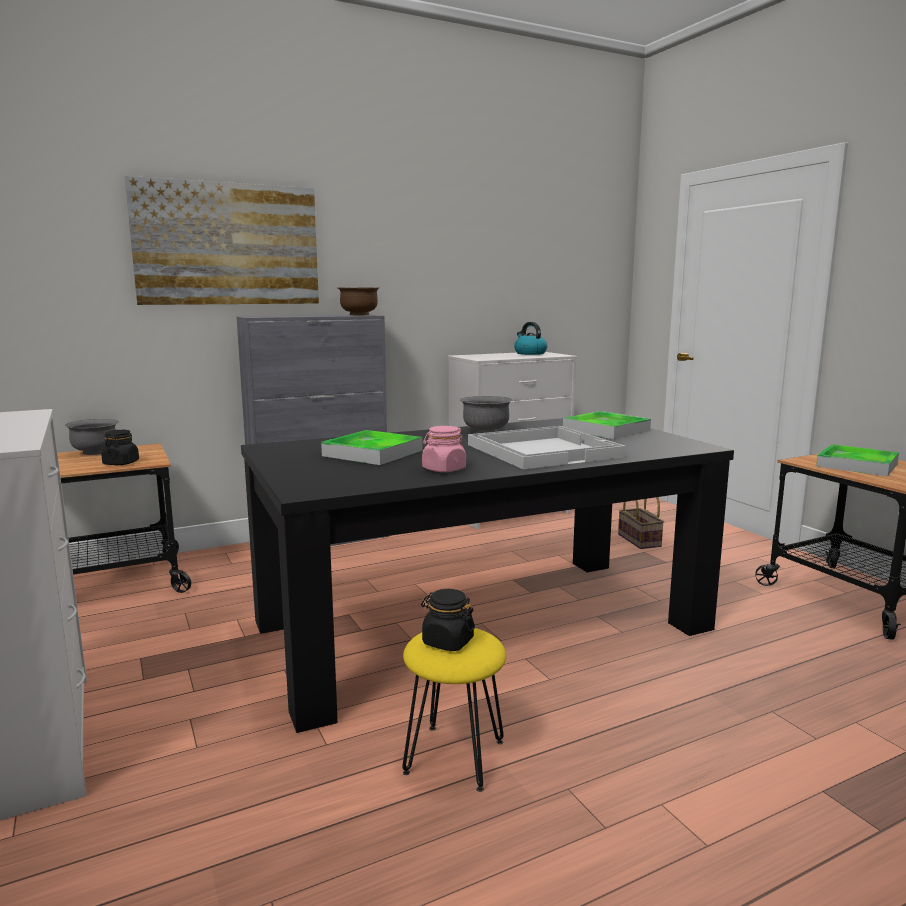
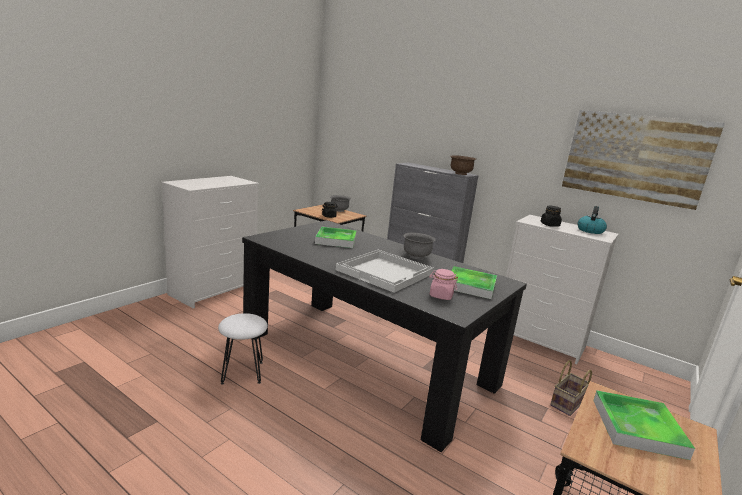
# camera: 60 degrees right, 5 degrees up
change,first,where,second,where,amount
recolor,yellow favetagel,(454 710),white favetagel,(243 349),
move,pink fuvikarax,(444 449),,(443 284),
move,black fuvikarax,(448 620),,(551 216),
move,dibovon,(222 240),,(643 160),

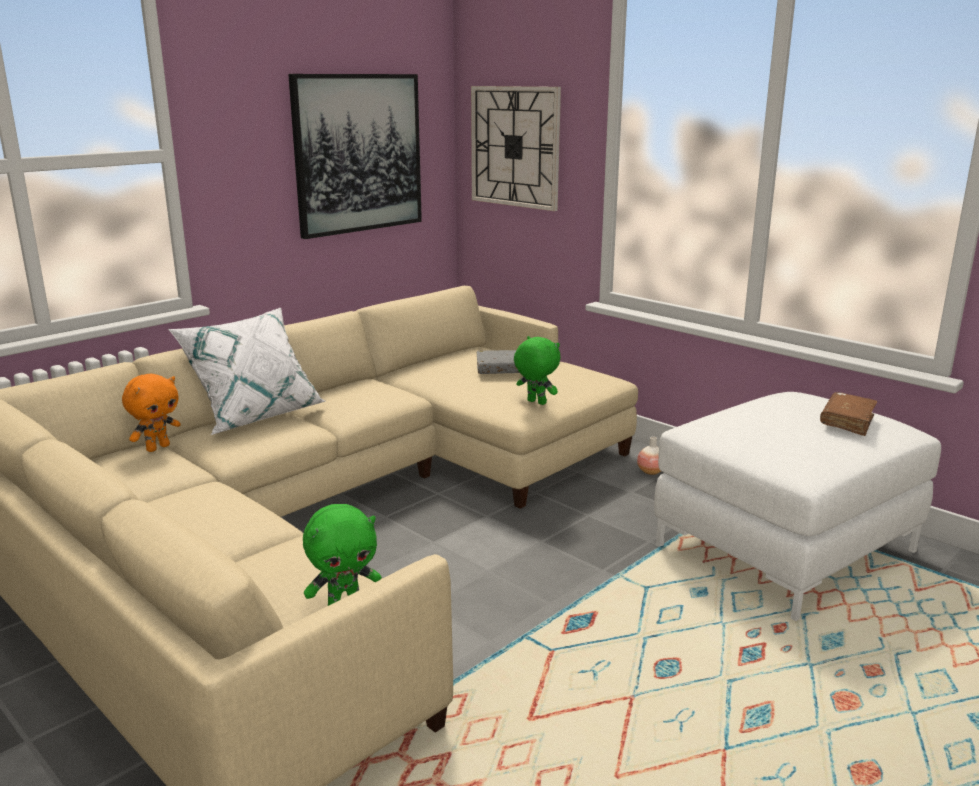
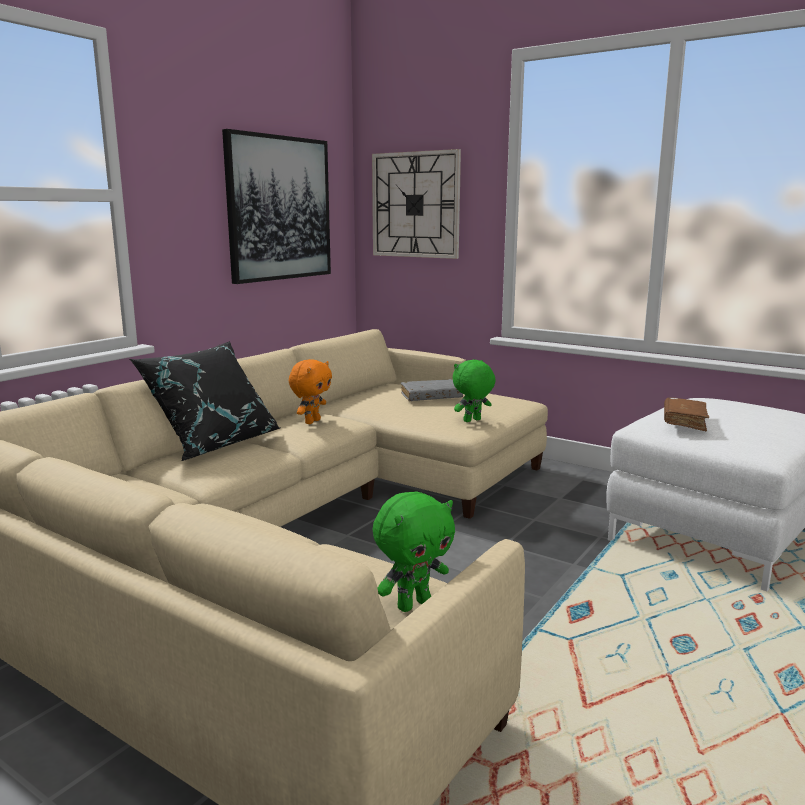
# camera: 10 degrees left, 5 degrees down
change,first,where,second,where,amount
recolor,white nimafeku,(246 371),black nimafeku,(204 401),
move,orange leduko,(151 413),,(310 391),
rotate,green leduko,(537 370),,(474 391),60 degrees counterclockwise
move,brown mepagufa,(848 414),,(686 414),
delete,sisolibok,(649 456),,,

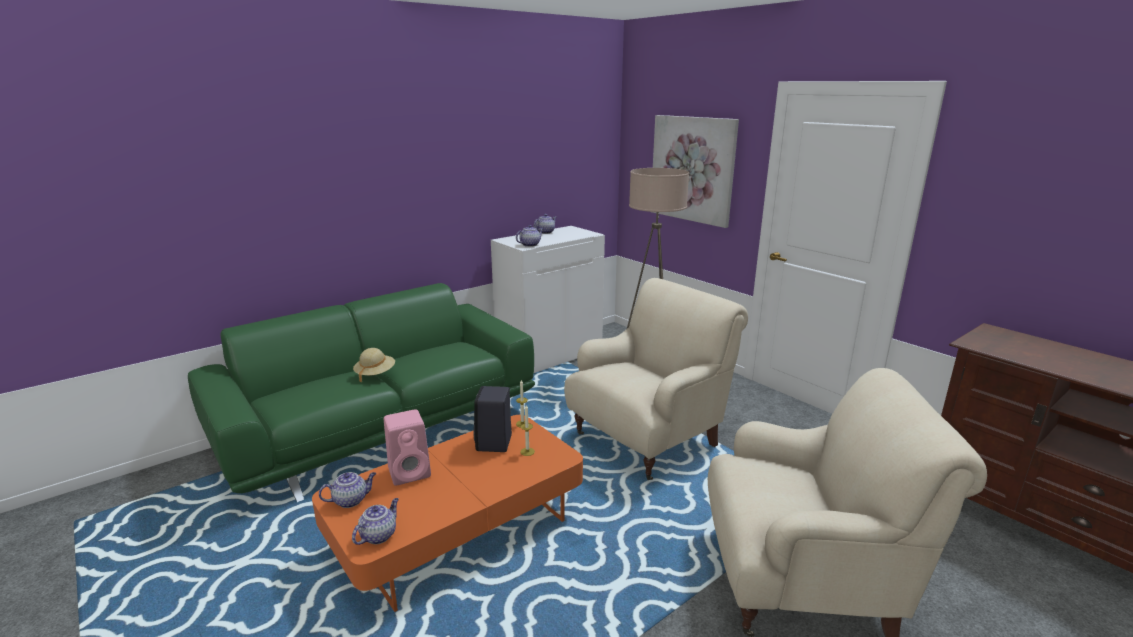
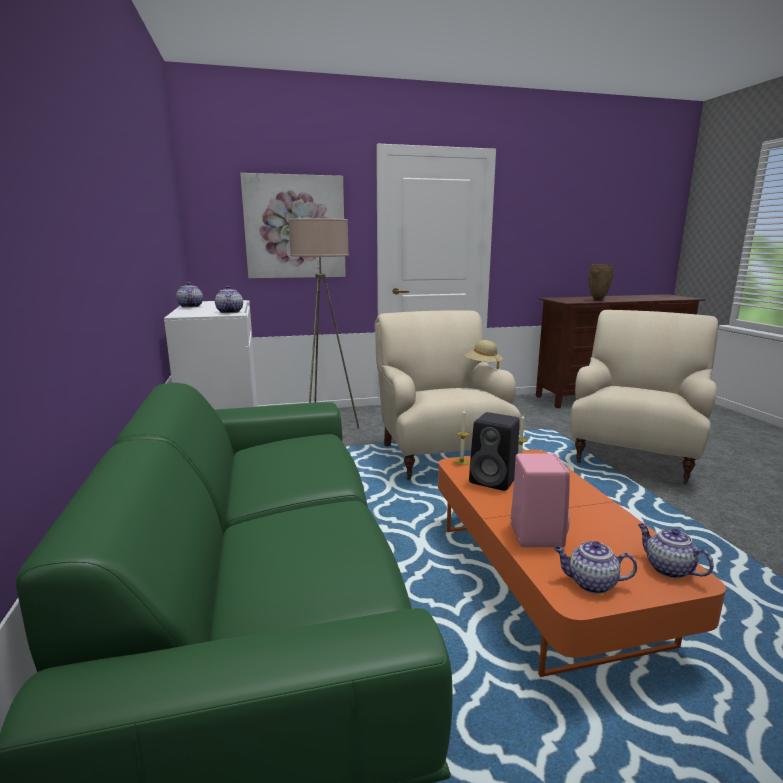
# camera: 65 degrees left, 5 degrees down
change,first,where,second,where,amount
move,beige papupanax,(374 365),,(484 354),
rotate,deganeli,(347 490),,(595 567),75 degrees counterclockwise
insert,,,brown sisolibok,(601 282),

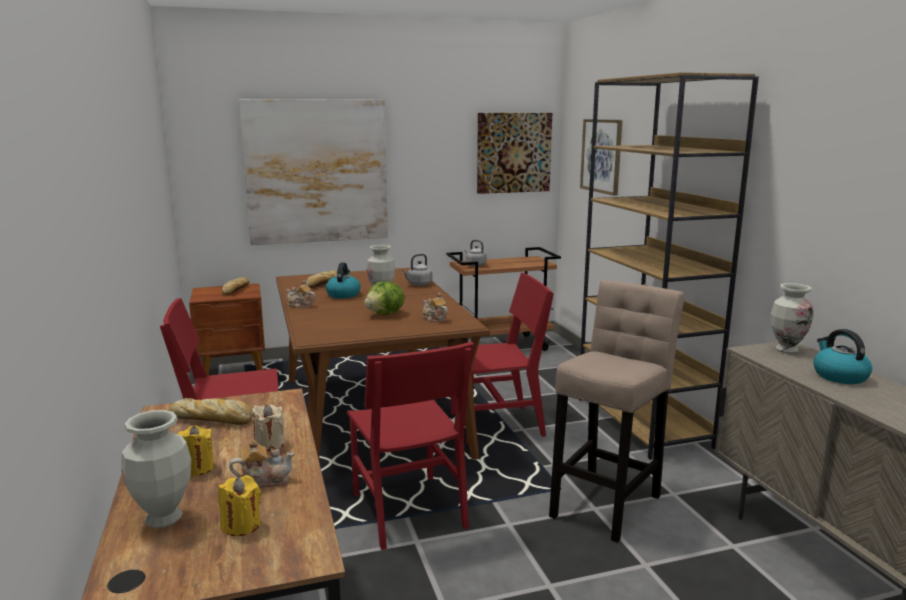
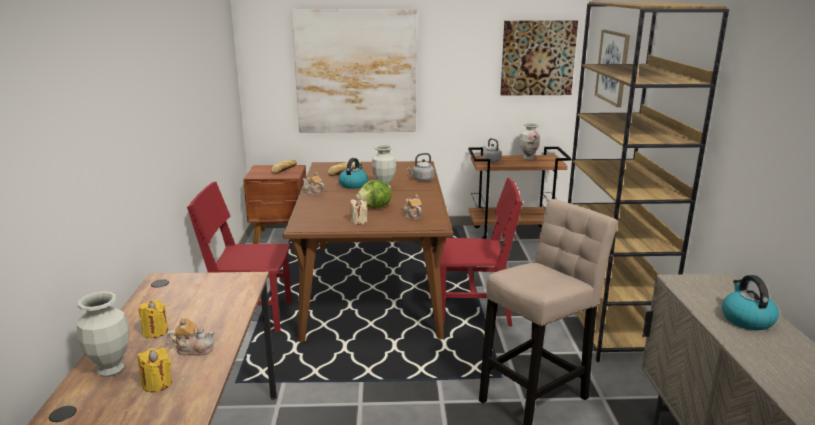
# camera: 15 degrees right, 5 degrees up
change,first,where,second,where,amount
move,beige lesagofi,(268 427),,(358 212),
move,sisolibok,(792 318),,(530 141),
delete,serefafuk,(211 411),,,
delete,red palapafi,(410 445),,,

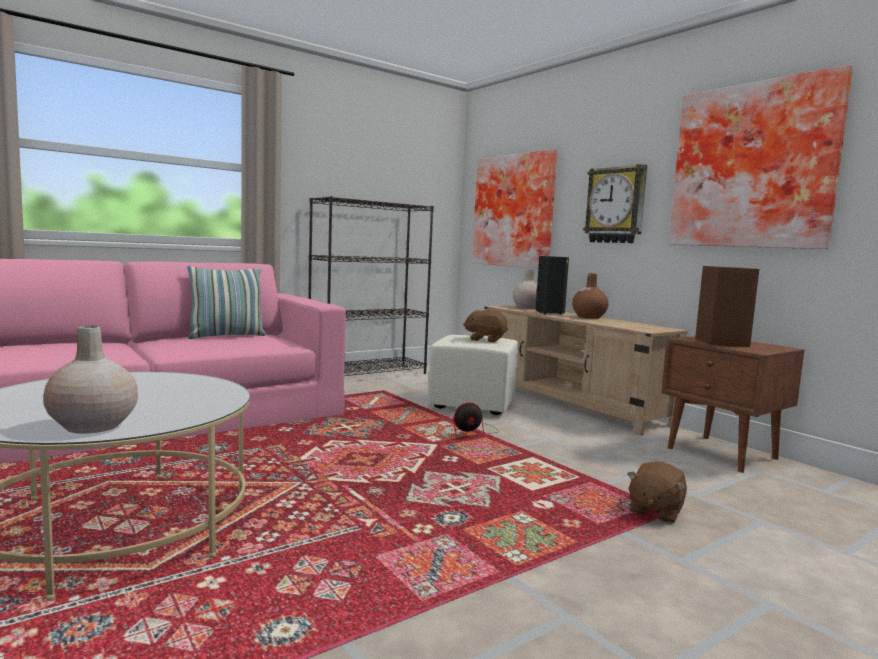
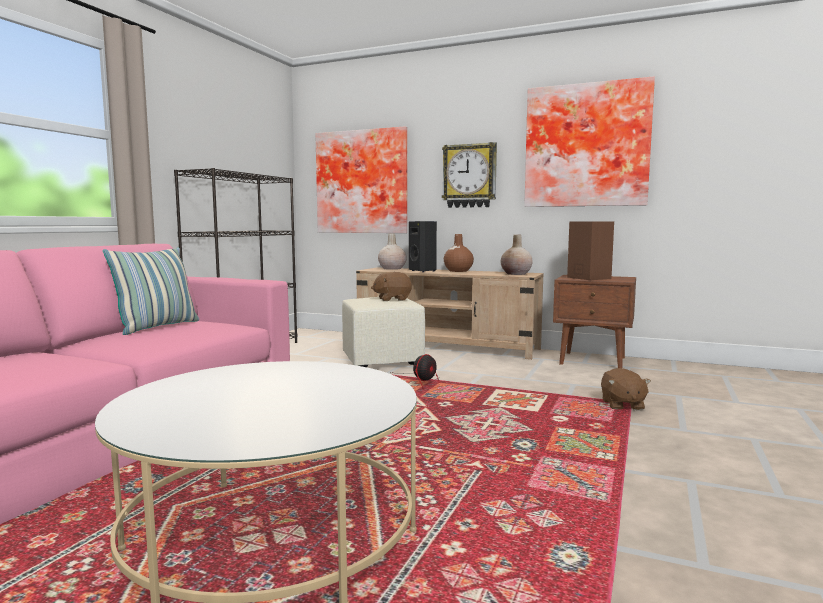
# camera: 30 degrees left, 0 degrees up
change,first,where,second,where,amount
move,beige sisolibok,(90 380),,(517 255),

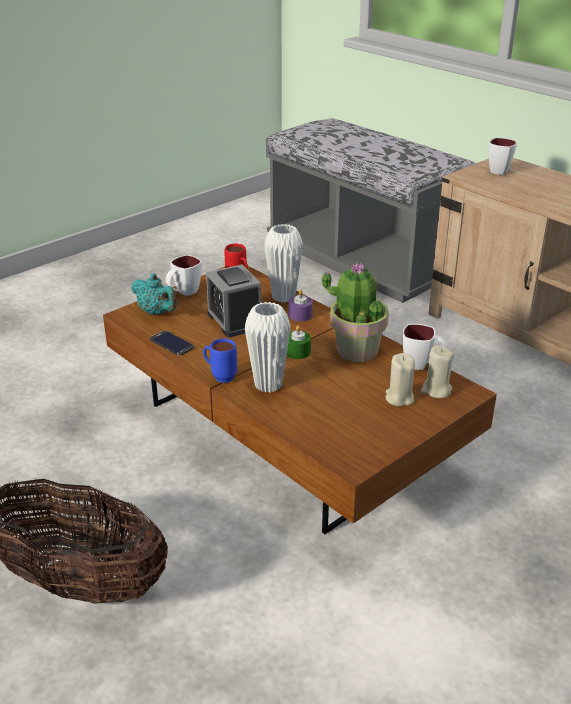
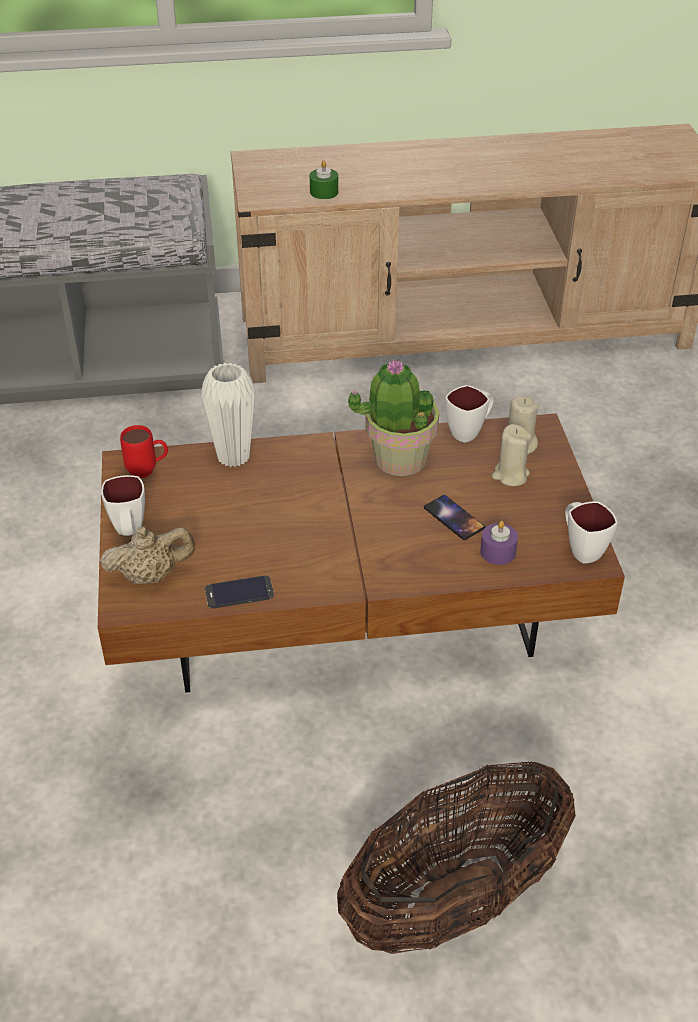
# camera: 55 degrees left, 10 degrees up
change,first,where,second,where,amount
recolor,turquoise deganeli,(154 294),beige deganeli,(147 555),
move,green lesagofi,(299 342),,(324 179),
insert,,,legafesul,(454 517),
move,purple lesagofi,(300 306),,(499 543),
move,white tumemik,(503 156),,(591 532),
delete,blue tumemik,(220 361),,,
delete,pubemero,(233 300),,,
delete,white sisolibok,(267 347),,,

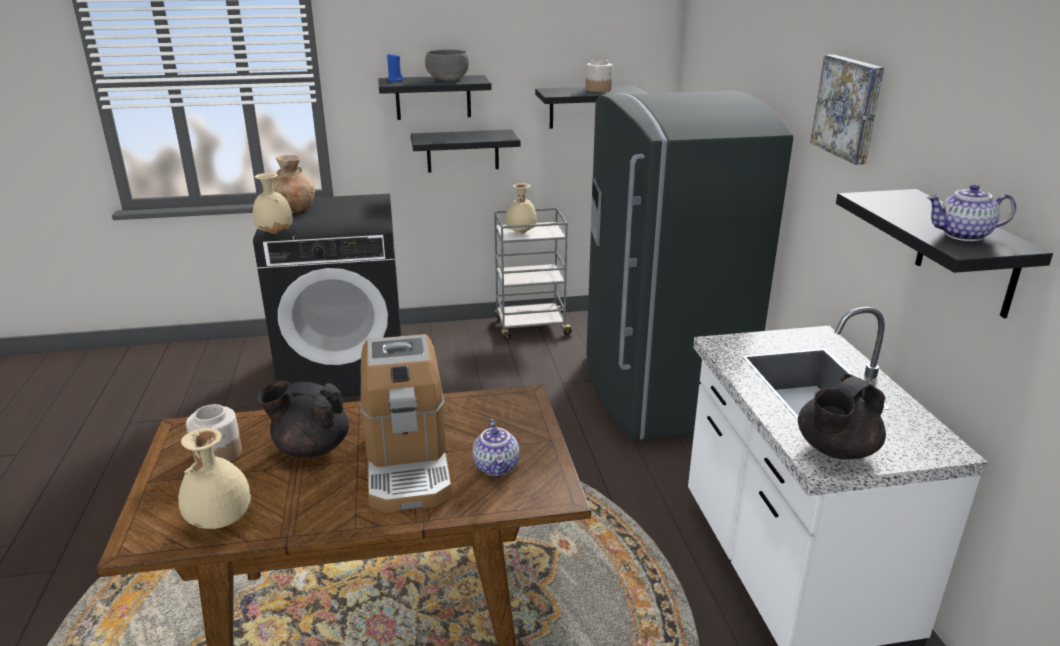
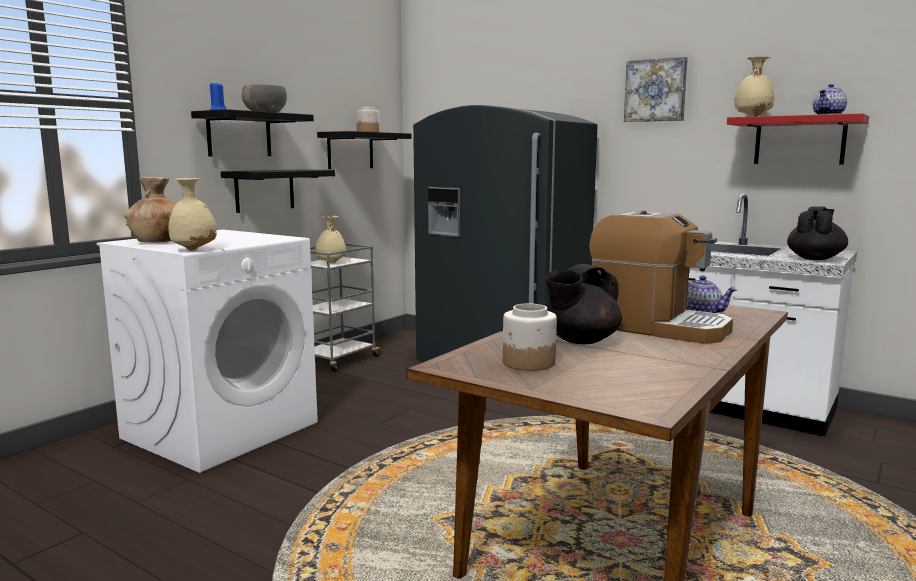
# camera: 45 degrees left, 15 degrees down
change,first,where,second,where,amount
recolor,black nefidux,(327 295),white nefidux,(207 351),
recolor,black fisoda,(944 253),red fisoda,(798 139),
move,beige sisolibok,(214 478),,(754 86),
rotate,black deganeli,(842 417),,(817 233),150 degrees counterclockwise

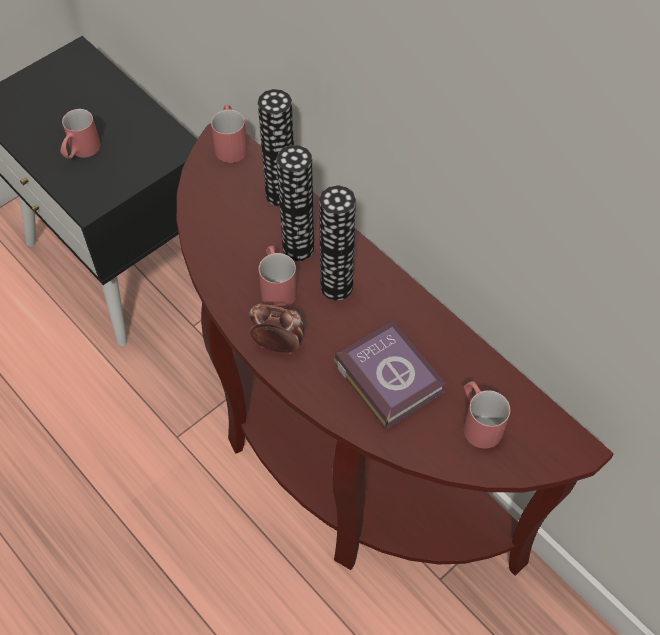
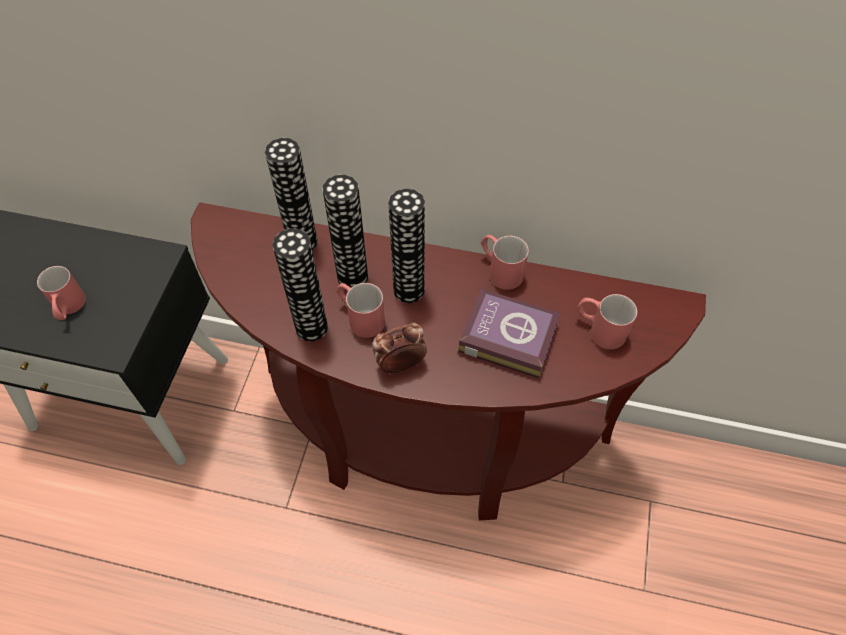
# camera: 35 degrees left, 0 degrees up
change,first,where,second,where,amount
insert,,,sisolibok,(300 284),
move,red tumemik,(229 134),,(505 262),

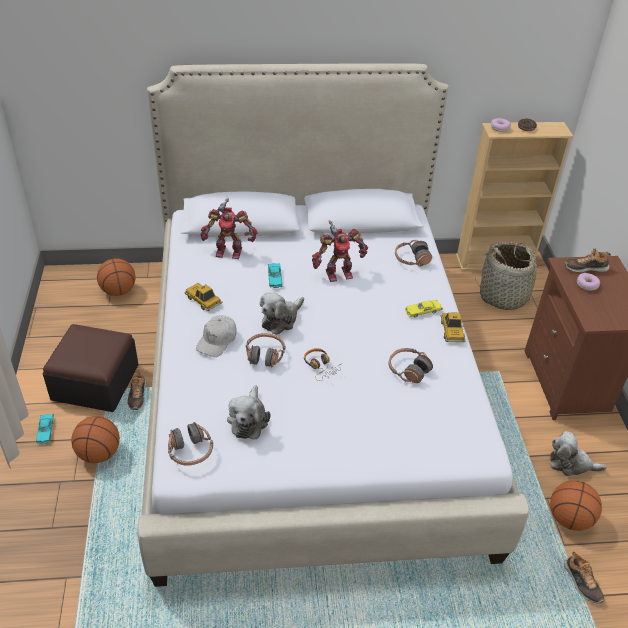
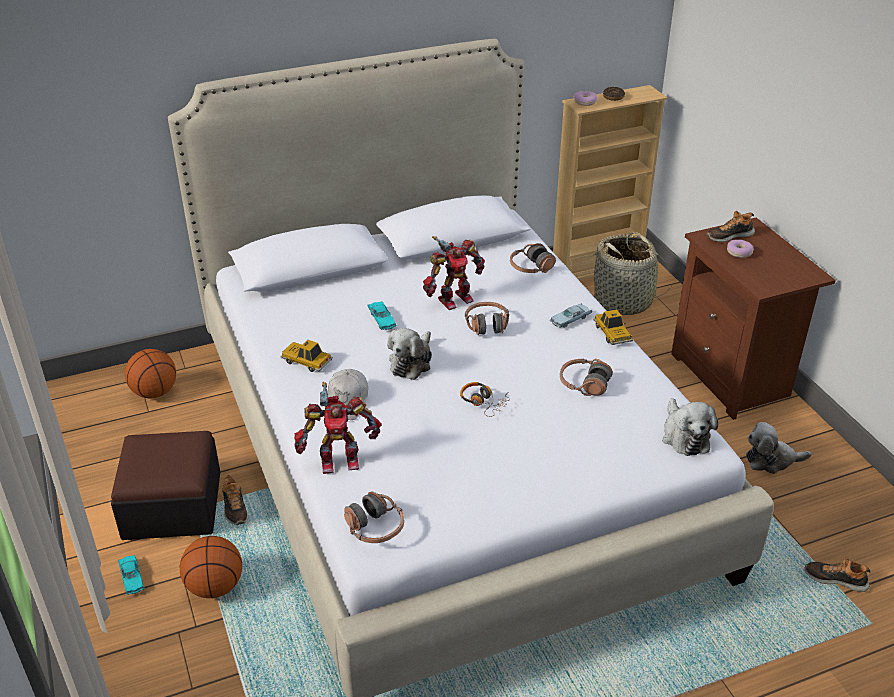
# camera: 15 degrees left, 5 degrees down
change,first,where,second,where,amount
move,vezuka,(229 228),,(338 428),
move,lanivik,(265 350),,(487 318),
recolor,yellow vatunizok,(424 309),blue vatunizok,(571 316),
move,leduko,(248 412),,(690 427),
rotate,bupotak,(584 577),,(837 574),150 degrees clockwise
delete,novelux,(576 505),,,

